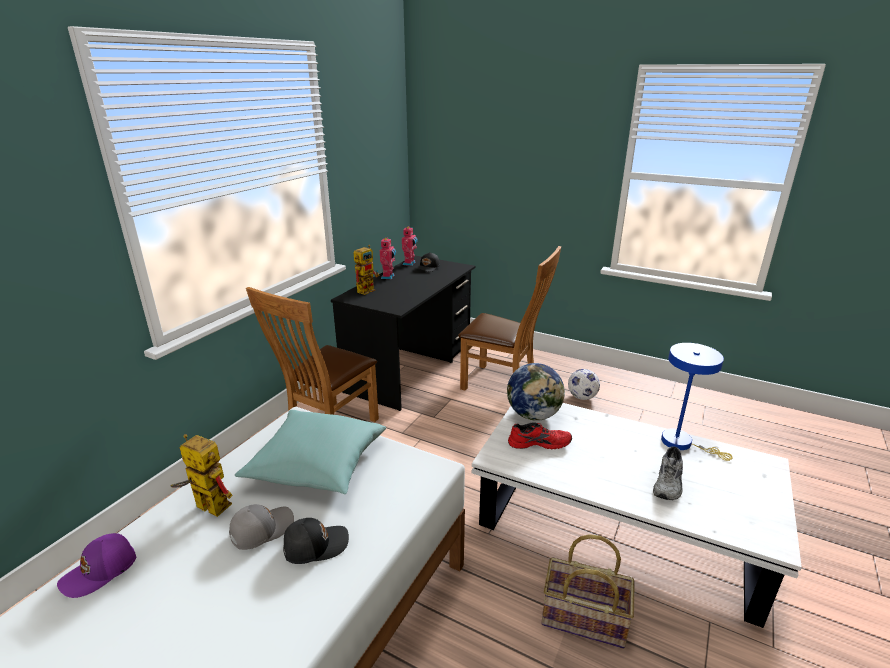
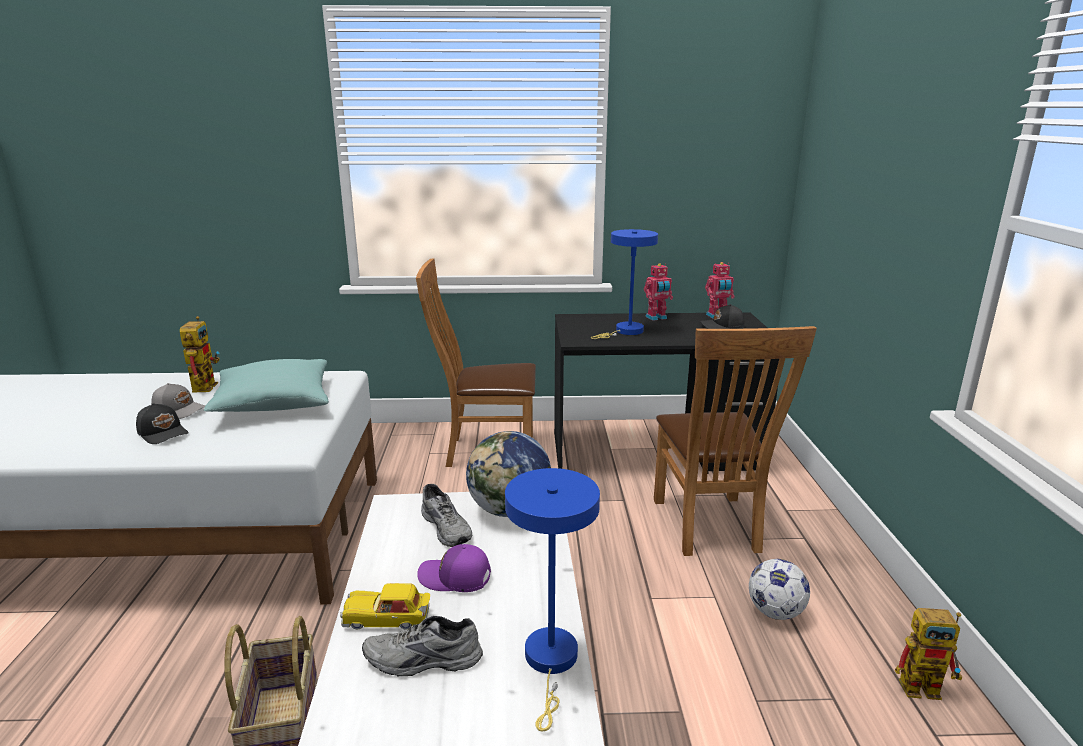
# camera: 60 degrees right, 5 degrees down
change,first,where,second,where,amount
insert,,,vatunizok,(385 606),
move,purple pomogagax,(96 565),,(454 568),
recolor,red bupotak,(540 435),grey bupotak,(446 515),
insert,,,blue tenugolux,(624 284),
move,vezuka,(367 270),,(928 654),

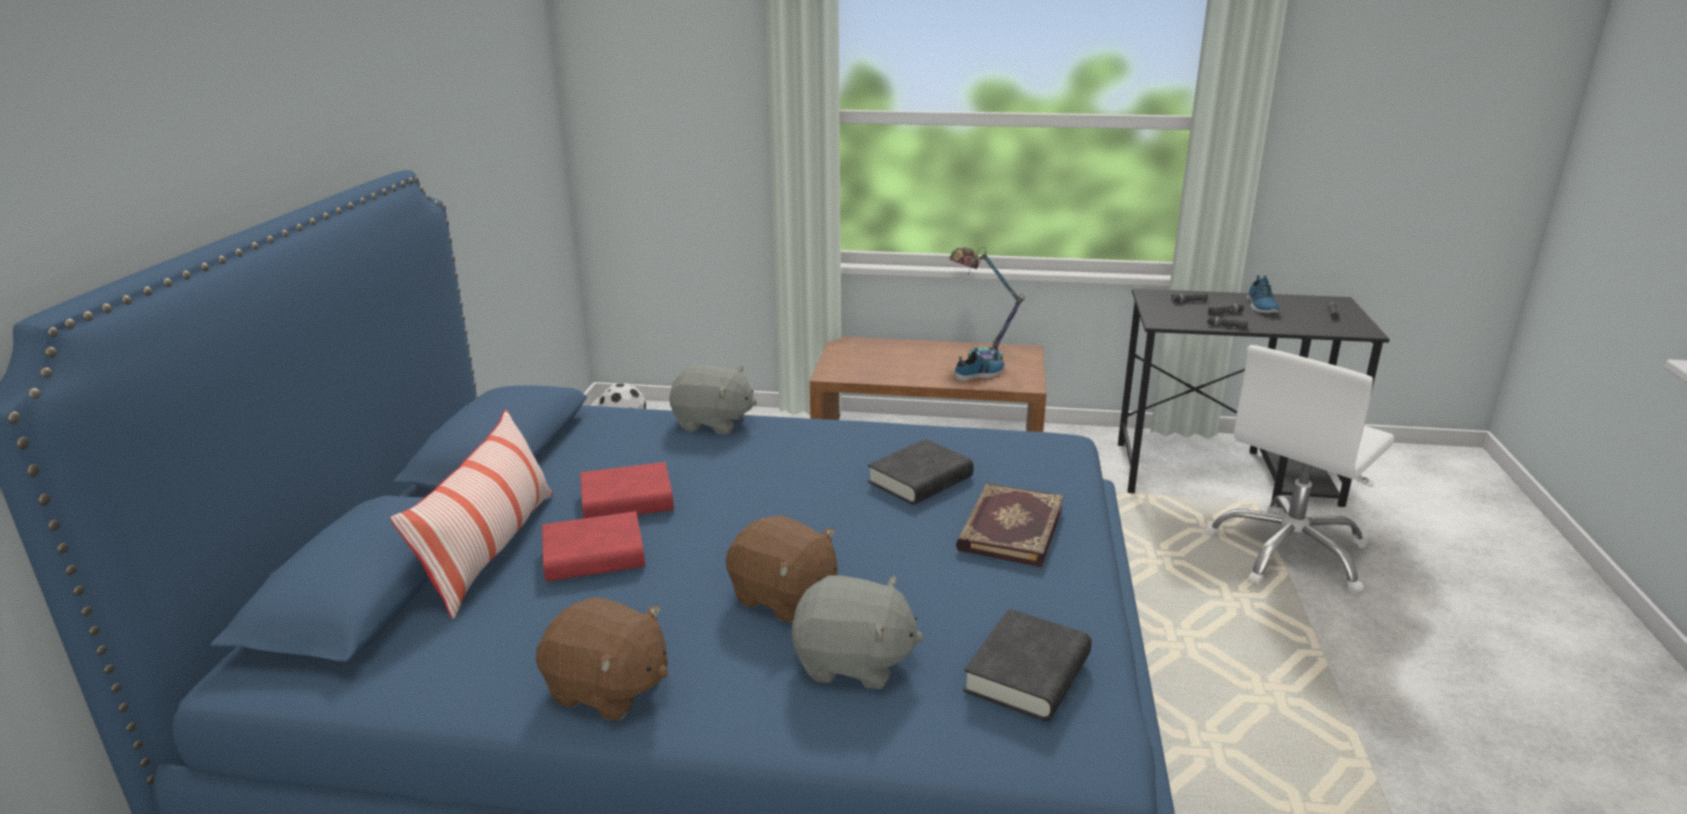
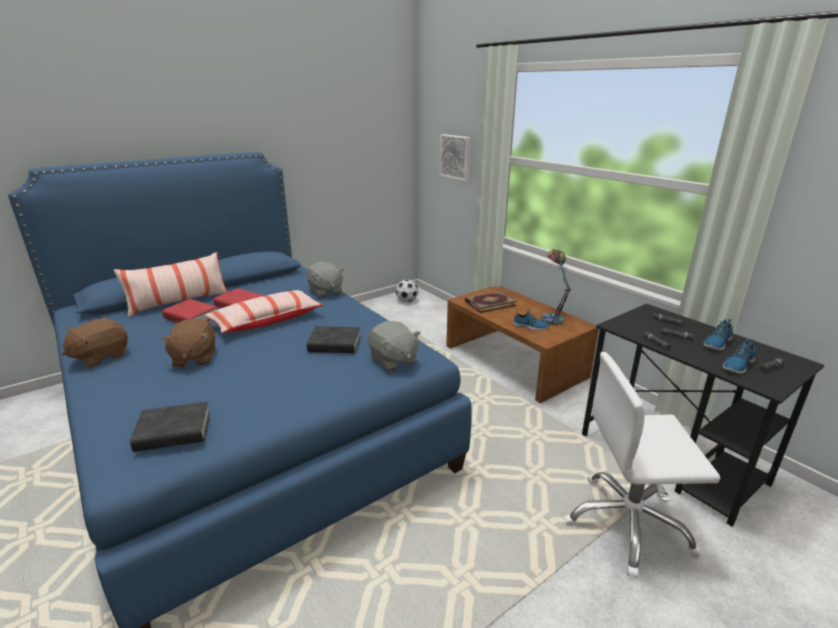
# camera: 45 degrees right, 0 degrees up
change,first,where,second,where,amount
rotate,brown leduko,(602 659),,(95 343),60 degrees clockwise
insert,,,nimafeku,(264 311),
move,grey leduko,(858 632),,(394 346),
insert,,,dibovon,(455 157),
move,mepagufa,(1010 525),,(491 302),
insert,,,bupotak,(739 356),

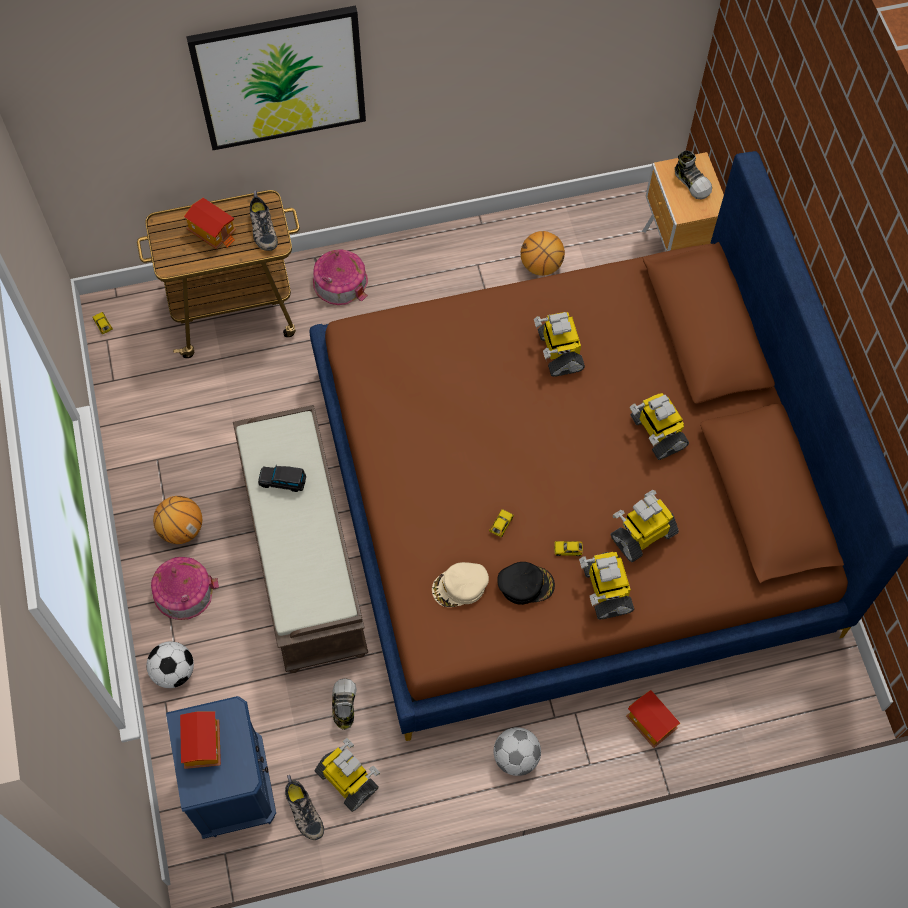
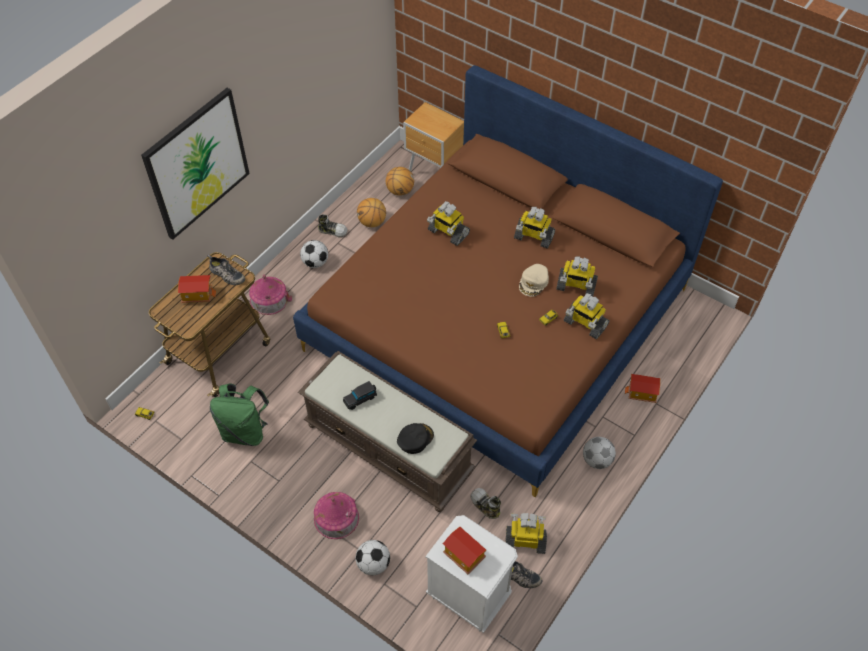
# camera: 40 degrees left, 10 degrees down
change,first,where,second,where,amount
insert,,,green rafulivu,(239 414),
insert,,,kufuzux,(314 254),
move,bupotak,(693 174),,(332 226),
move,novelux,(177 520),,(400 181),
move,black pomogagax,(526 583),,(415 438),
recolor,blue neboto,(221 767),white neboto,(471 574),
move,beige pomogagax,(460 584),,(534 280),
rotate,vezuka,(645 526),,(577 277),90 degrees counterclockwise

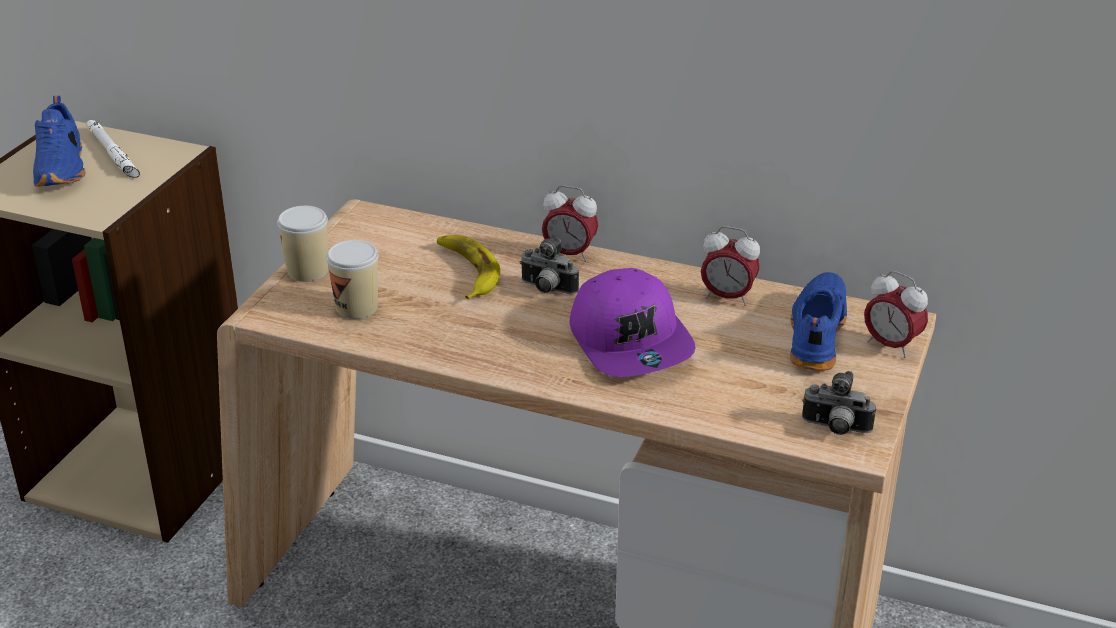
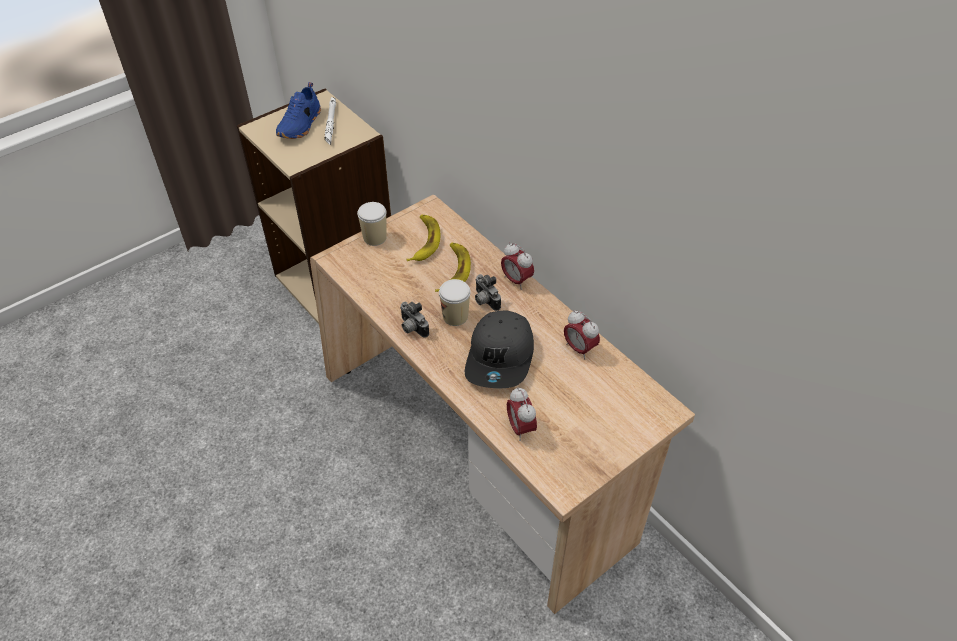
# camera: 30 degrees right, 15 degrees up
change,first,where,second,where,amount
move,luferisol,(839 403),,(414 320),
insert,,,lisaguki,(423 238),
move,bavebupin,(352 279),,(455 302),
recolor,purple pomogagax,(632 322),grey pomogagax,(499 349),
move,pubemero,(896 314),,(522 414),
delete,blue bupotak,(818 321),,,

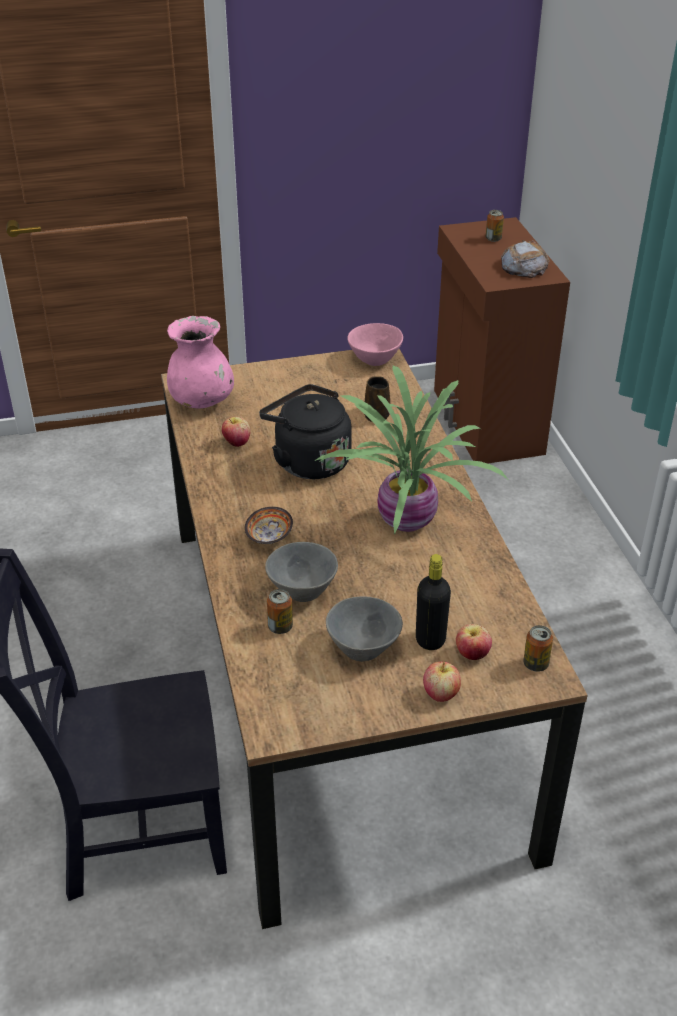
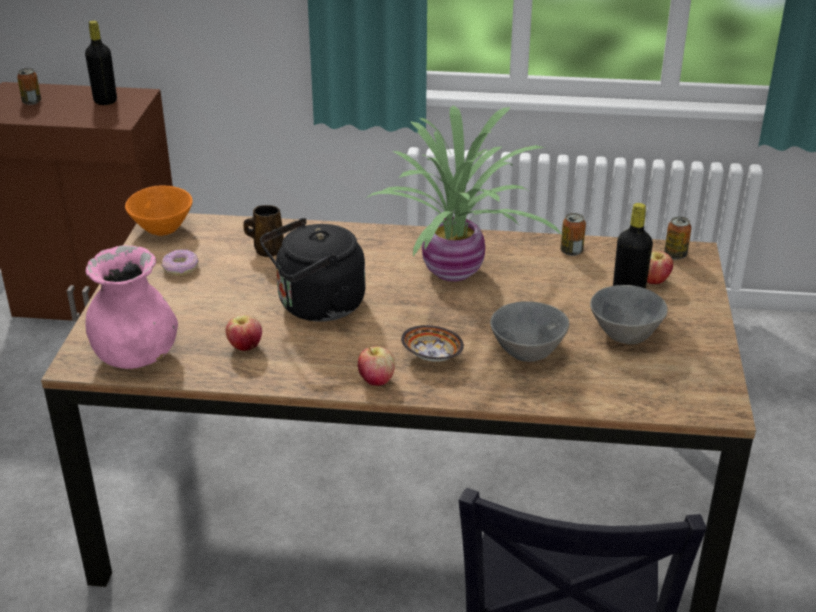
# camera: 70 degrees left, 5 degrees down
change,first,where,second,where,amount
replace,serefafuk,(525 259),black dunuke,(101 63),
recolor,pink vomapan,(375 344),orange vomapan,(159 210),
insert,,,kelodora,(180 262),
move,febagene,(442 681),,(376 366),
move,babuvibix,(280 611),,(573 234),

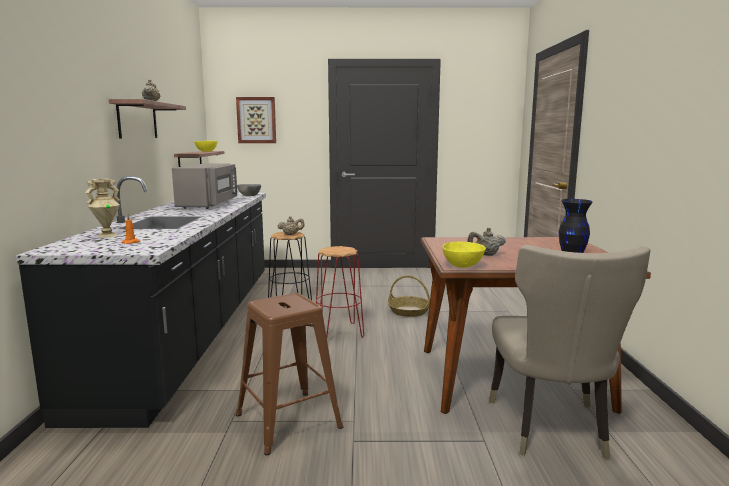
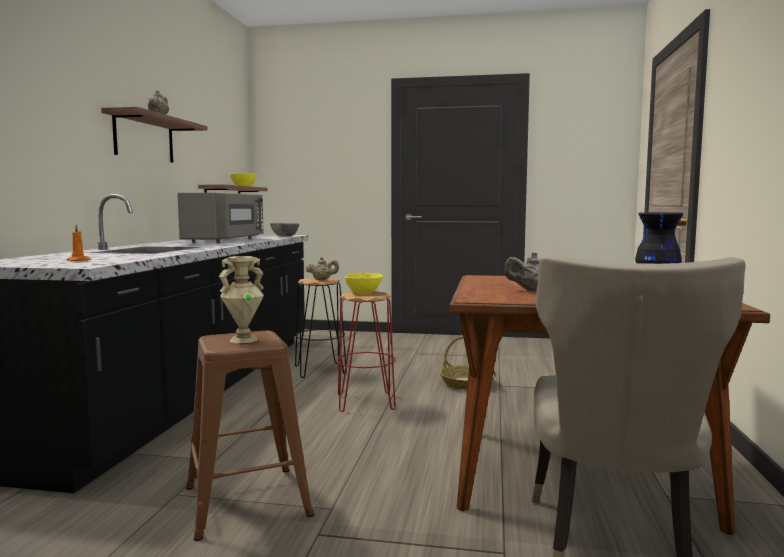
# camera: 10 degrees right, 5 degrees down
change,first,where,second,where,amount
move,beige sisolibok,(103 208),,(241 299),
move,yellow vomapan,(464 255),,(364 283),
delete,dibovon,(256 120),,,

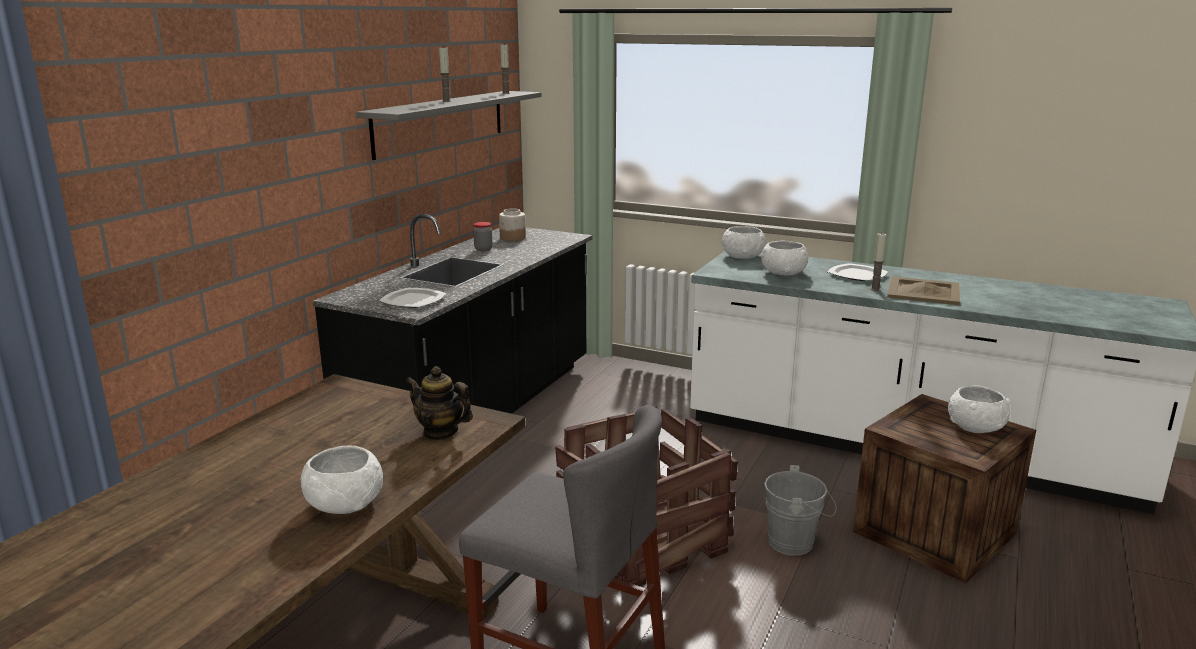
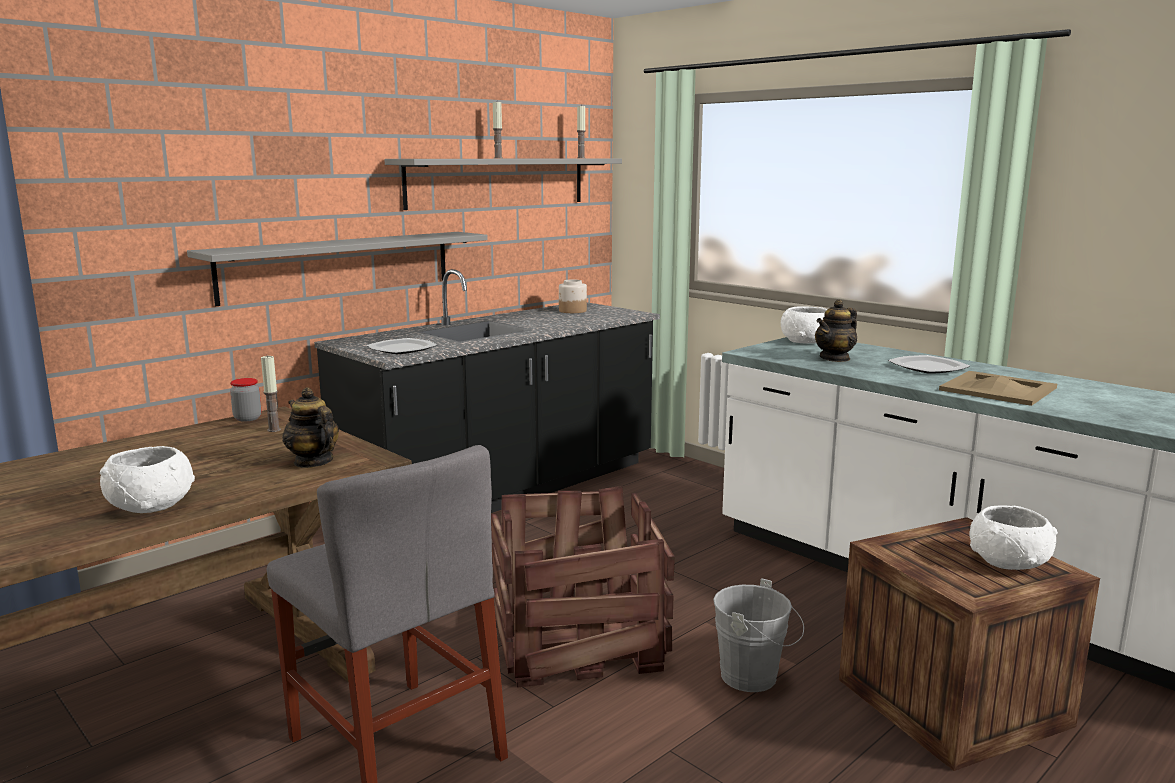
# camera: 20 degrees right, 5 degrees down
change,first,where,second,where,amount
insert,,,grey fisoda,(337 269),
move,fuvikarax,(482 236),,(245 400),
move,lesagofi,(878 262),,(271 394),
replace,white vomapan,(784 258),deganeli,(836 331),

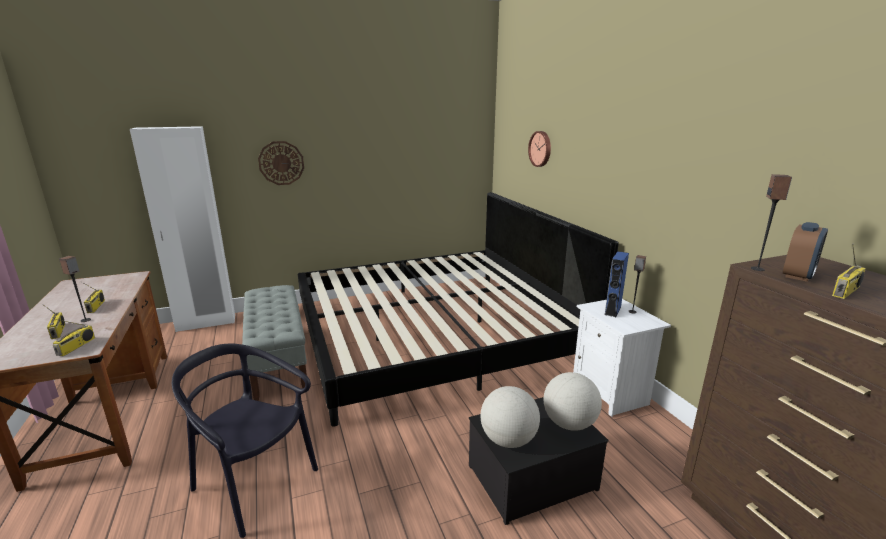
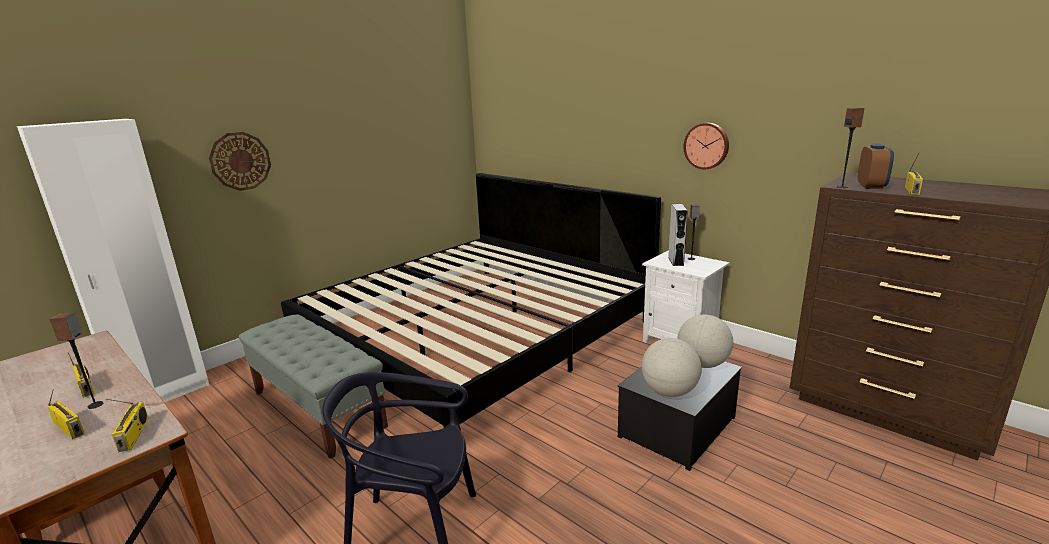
# camera: 25 degrees left, 0 degrees up
change,first,where,second,where,amount
recolor,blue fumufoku,(616 284),grey fumufoku,(678 235),
move,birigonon,(539 149),,(706 146),

